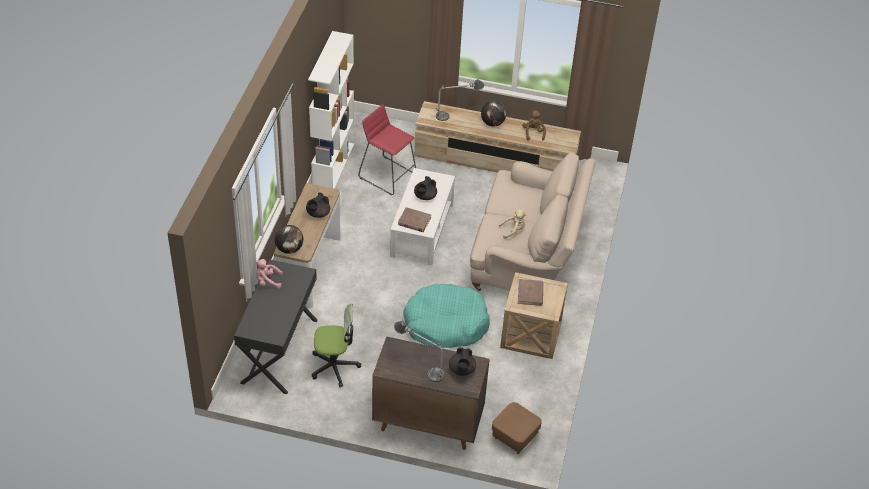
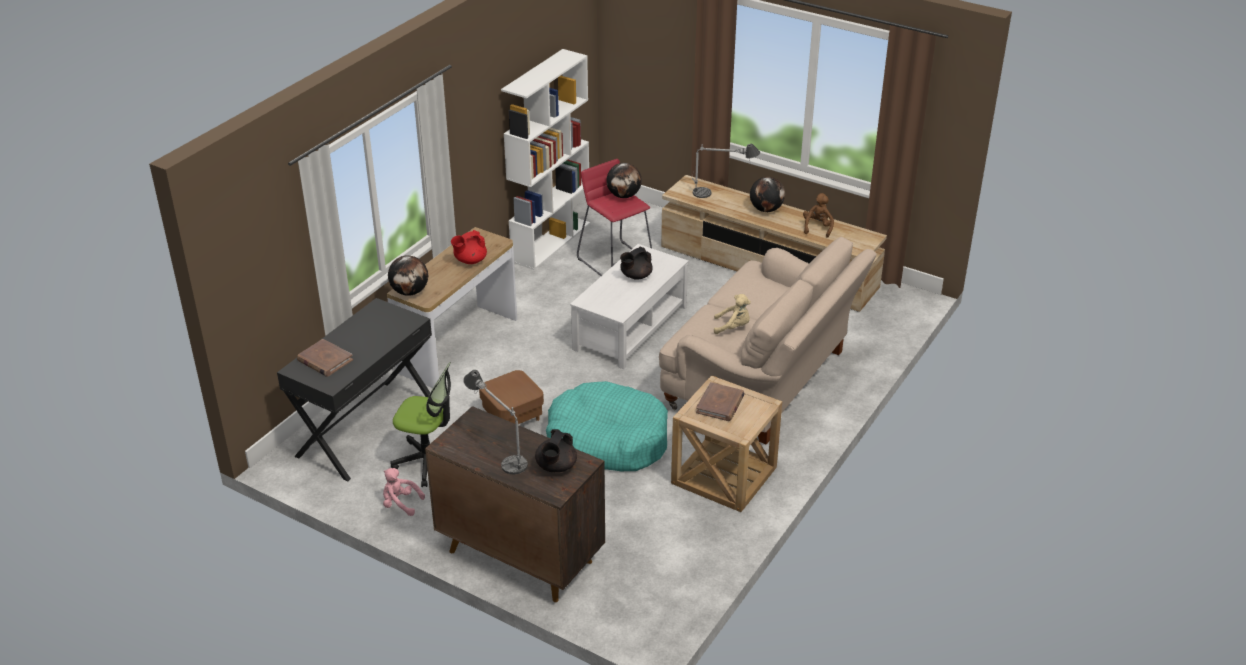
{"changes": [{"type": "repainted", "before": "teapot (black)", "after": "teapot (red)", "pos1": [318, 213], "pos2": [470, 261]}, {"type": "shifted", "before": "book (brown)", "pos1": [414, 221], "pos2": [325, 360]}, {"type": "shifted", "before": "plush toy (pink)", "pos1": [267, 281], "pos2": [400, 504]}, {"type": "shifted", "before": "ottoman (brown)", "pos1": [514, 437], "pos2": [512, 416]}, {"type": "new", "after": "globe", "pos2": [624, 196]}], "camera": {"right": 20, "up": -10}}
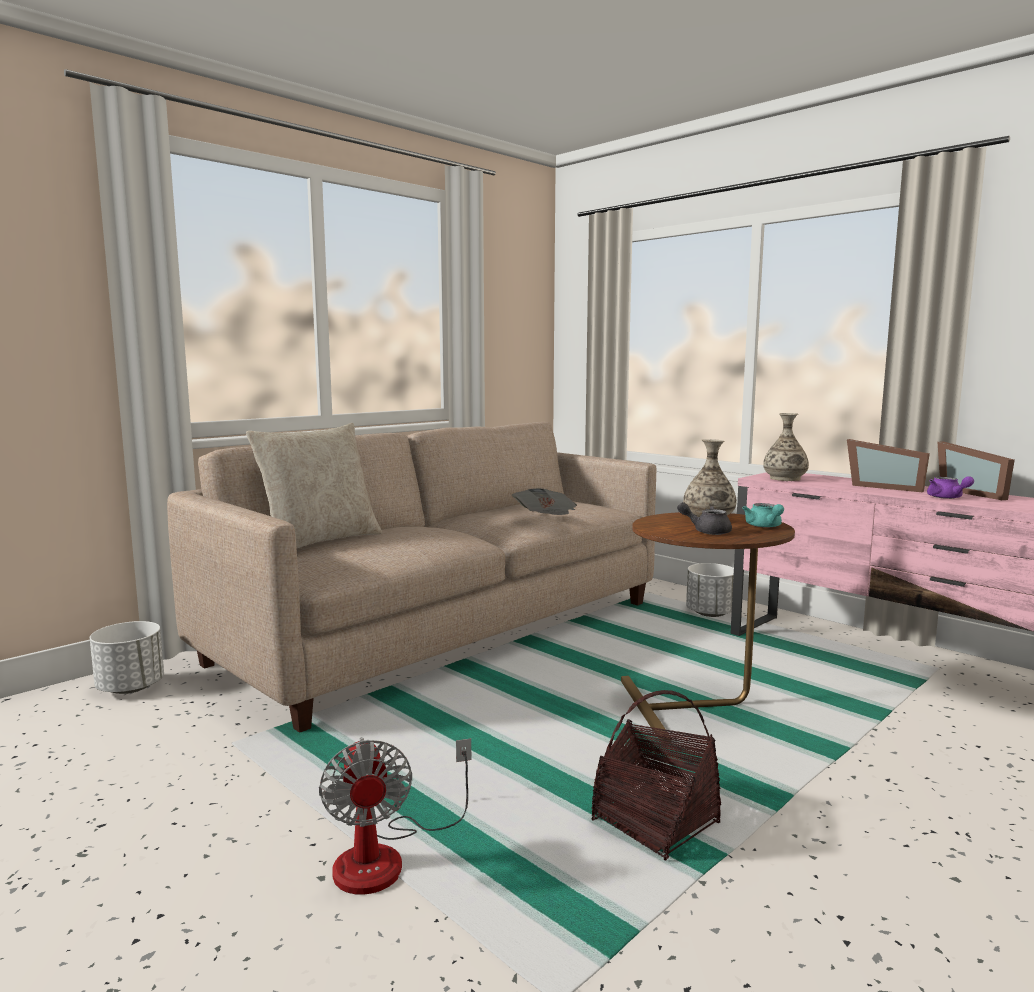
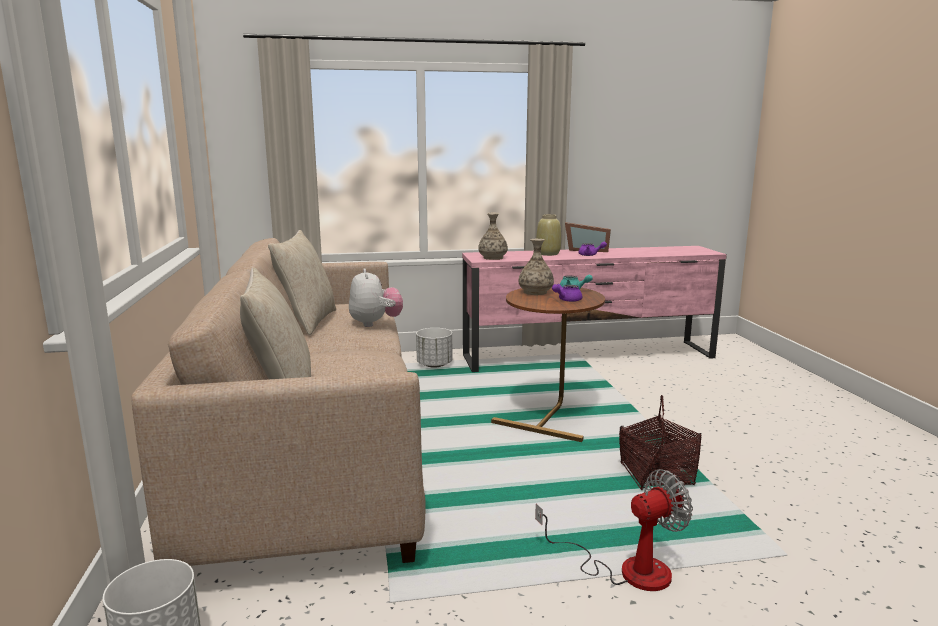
{"changes": [{"type": "swapped", "before": "picture frame", "after": "vase (beige)", "pos1": [885, 487], "pos2": [548, 254]}, {"type": "swapped", "before": "newspaper", "after": "plush toy", "pos1": [546, 520], "pos2": [375, 323]}, {"type": "repainted", "before": "teapot (grey)", "after": "teapot (purple)", "pos1": [707, 531], "pos2": [566, 300]}, {"type": "rotated", "before": "fan", "pos1": [387, 856], "pos2": [626, 569], "turn": -45}, {"type": "new", "after": "pillow (beige)", "pos2": [307, 322]}], "camera": {"right": -55, "up": 5}}
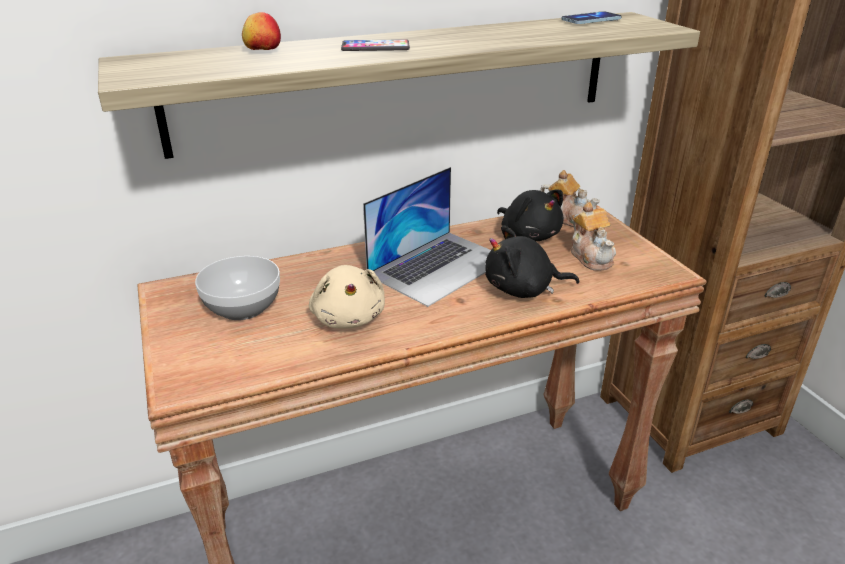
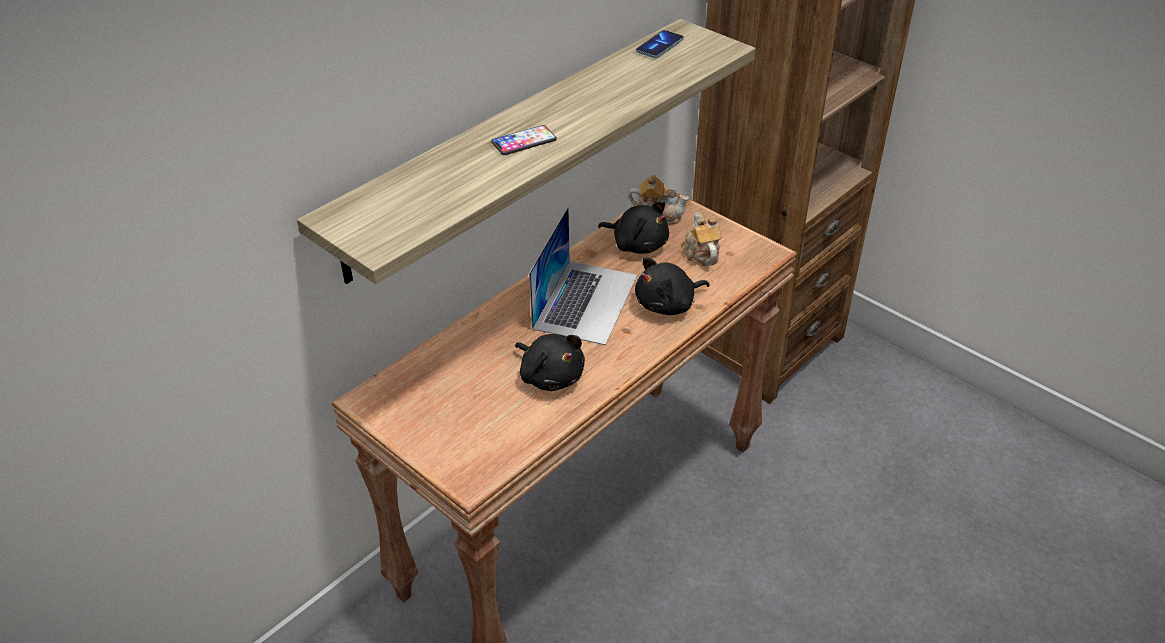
{"changes": [{"type": "gone", "before": "apple", "pos1": [263, 51]}, {"type": "rotated", "before": "teapot", "pos1": [591, 257], "pos2": [701, 253], "turn": -150}, {"type": "gone", "before": "bowl", "pos1": [241, 308]}, {"type": "repainted", "before": "plush toy (beige)", "after": "plush toy (black)", "pos1": [348, 317], "pos2": [550, 375]}], "camera": {"right": -25, "up": 10}}
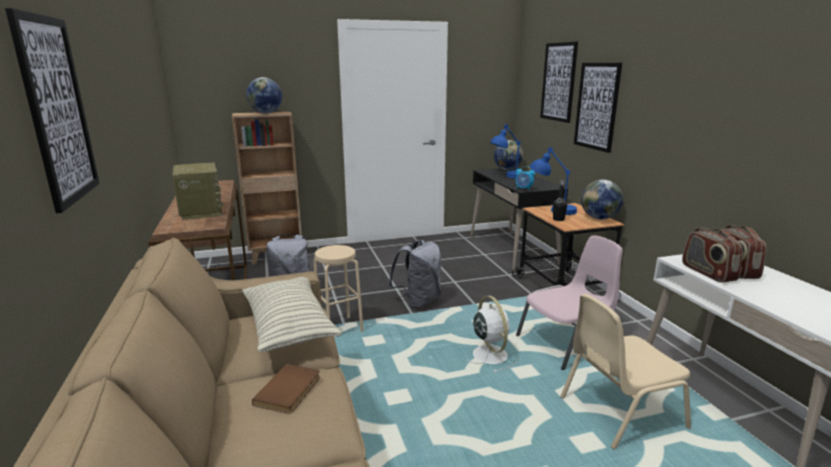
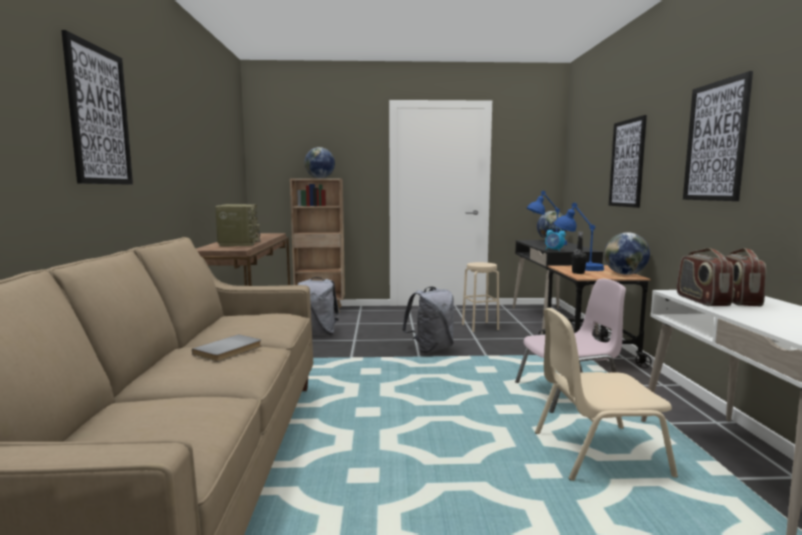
{"changes": [{"type": "shifted", "before": "picture", "pos1": [558, 82], "pos2": [716, 141]}, {"type": "shifted", "before": "stool (beige)", "pos1": [339, 328], "pos2": [480, 327]}, {"type": "gone", "before": "pillow", "pos1": [289, 327]}, {"type": "gone", "before": "fan (white)", "pos1": [489, 354]}, {"type": "repainted", "before": "book (brown)", "after": "book (grey)", "pos1": [290, 390], "pos2": [229, 351]}], "camera": {"right": 15, "up": -10}}
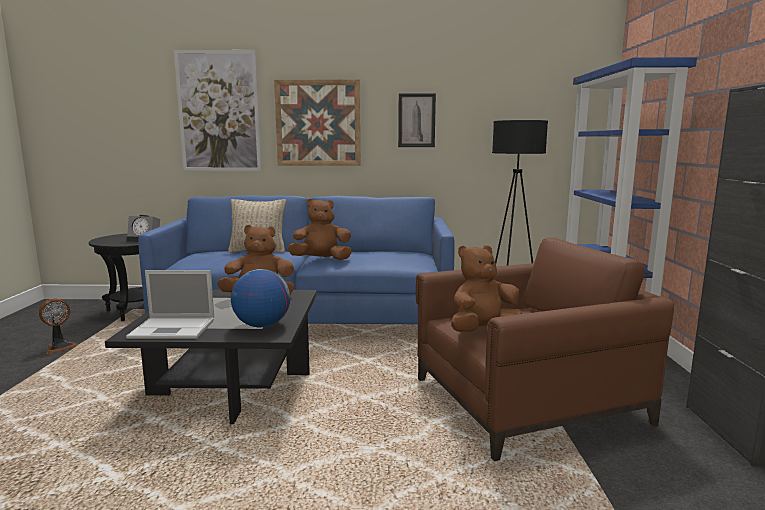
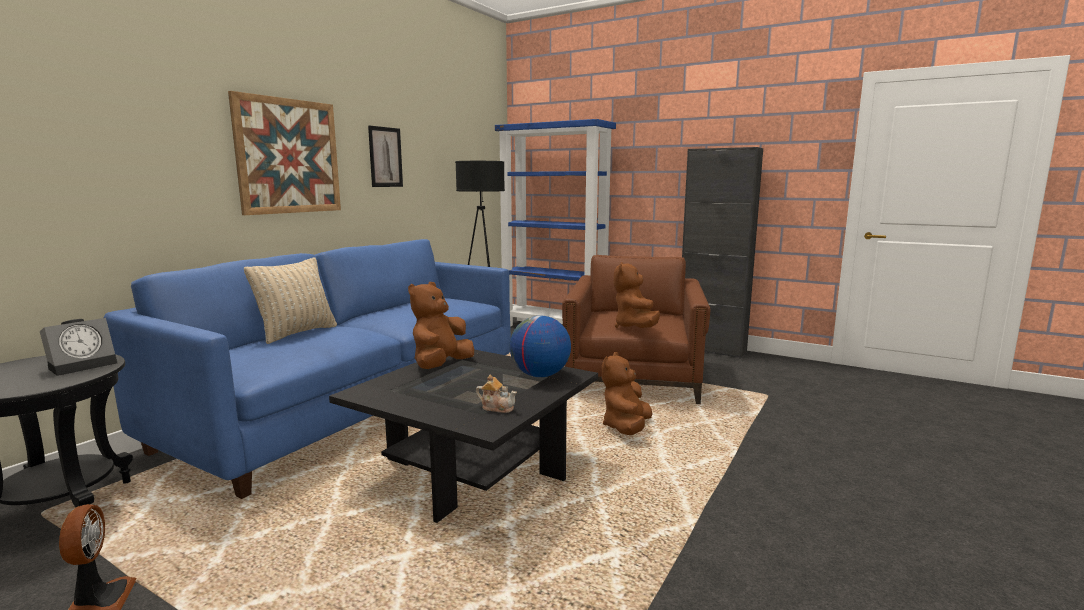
{"changes": [{"type": "gone", "before": "picture", "pos1": [219, 111]}, {"type": "shifted", "before": "plush toy (brown)", "pos1": [321, 260], "pos2": [626, 428]}, {"type": "swapped", "before": "laptop", "after": "teapot", "pos1": [174, 328], "pos2": [497, 407]}], "camera": {"right": -60, "up": 0}}
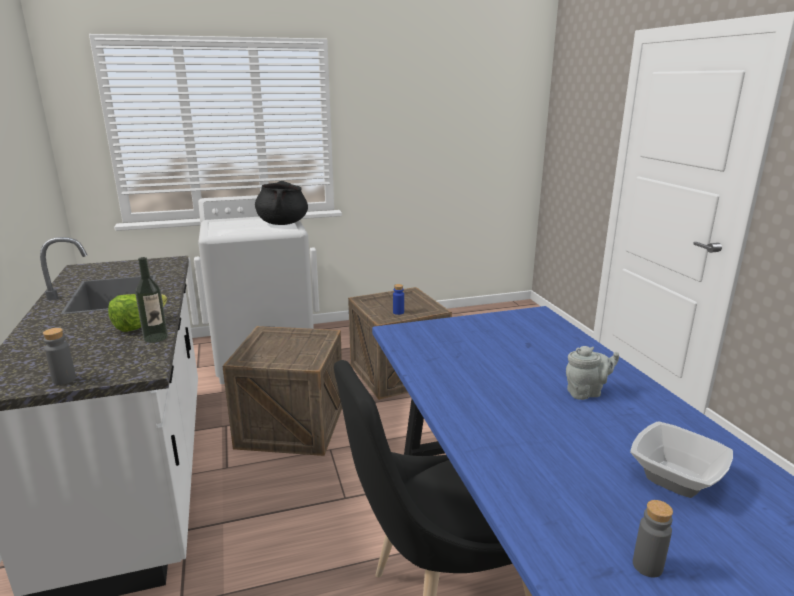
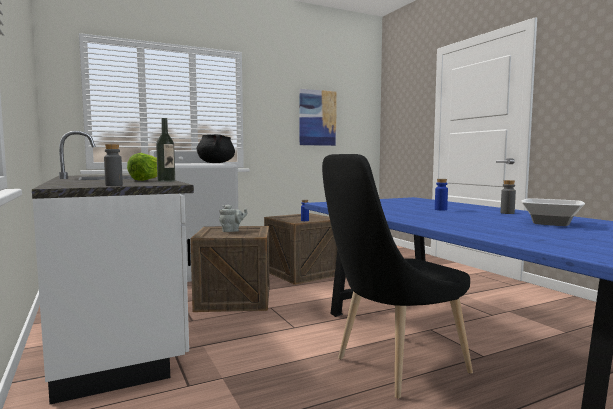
{"changes": [{"type": "shifted", "before": "teapot (grey)", "pos1": [586, 392], "pos2": [232, 231]}, {"type": "shifted", "before": "bottle (grey)", "pos1": [647, 566], "pos2": [507, 213]}, {"type": "new", "after": "picture", "pos2": [317, 118]}, {"type": "new", "after": "bottle (blue)", "pos2": [440, 209]}], "camera": {"right": -10, "up": -15}}
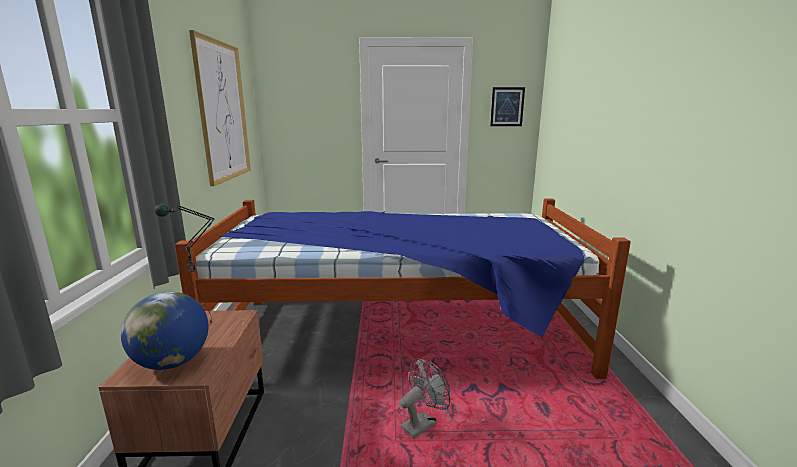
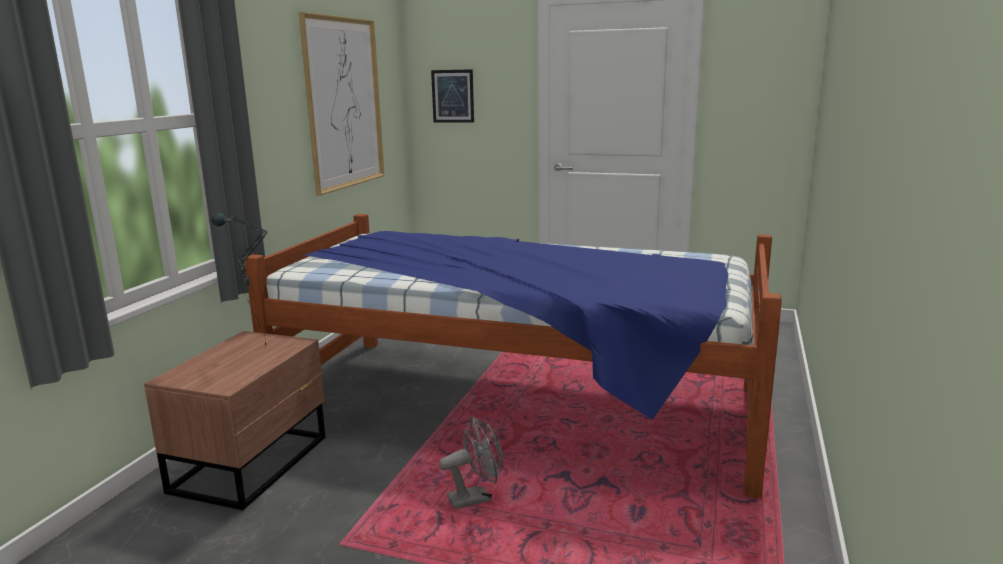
{"changes": [{"type": "shifted", "before": "picture", "pos1": [507, 107], "pos2": [453, 96]}, {"type": "gone", "before": "globe", "pos1": [172, 362]}], "camera": {"right": 20, "up": 0}}
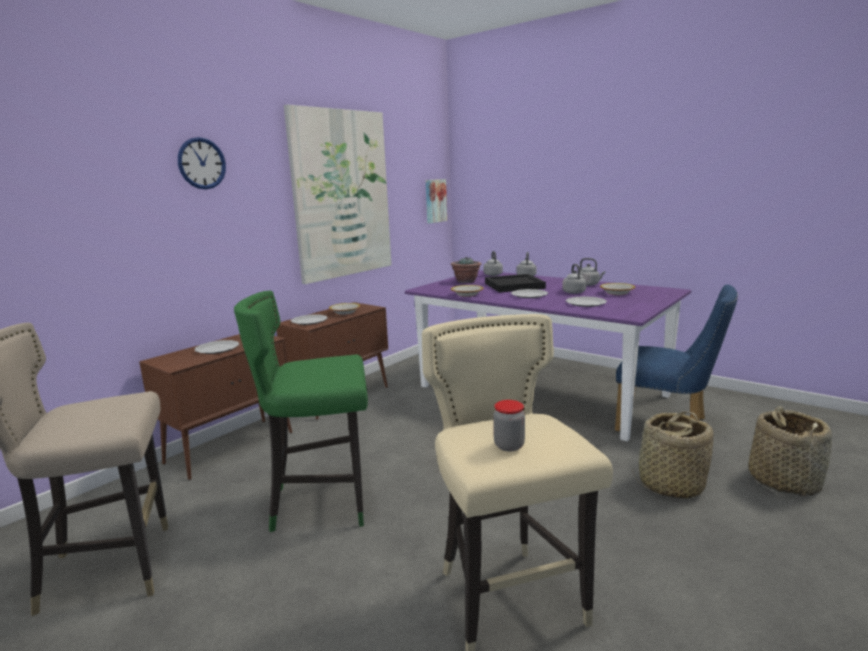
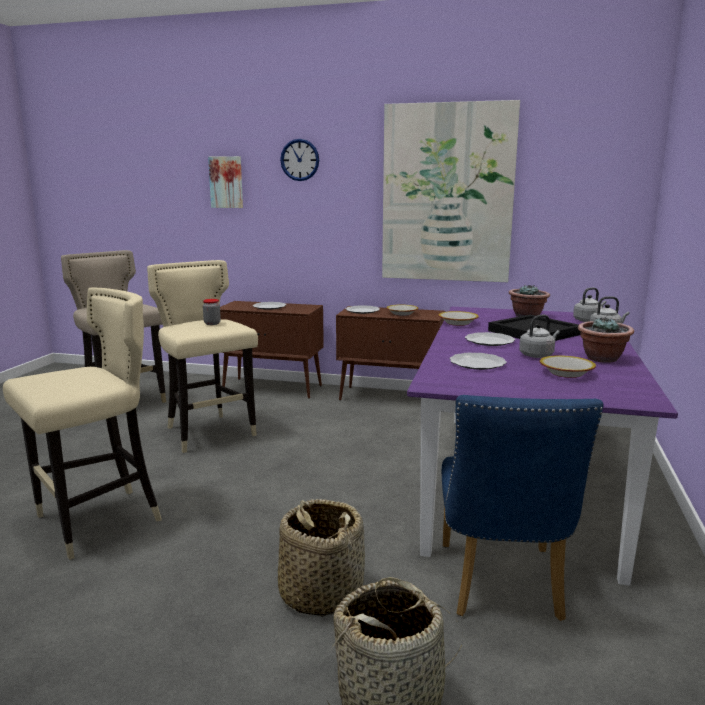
{"changes": [{"type": "shifted", "before": "picture", "pos1": [435, 201], "pos2": [226, 182]}, {"type": "swapped", "before": "kettle (grey)", "after": "potted plant", "pos1": [589, 284], "pos2": [602, 359]}, {"type": "repainted", "before": "stool (green)", "after": "stool (beige)", "pos1": [322, 503], "pos2": [209, 433]}, {"type": "shifted", "before": "jar", "pos1": [509, 446], "pos2": [212, 323]}], "camera": {"right": 65, "up": 0}}
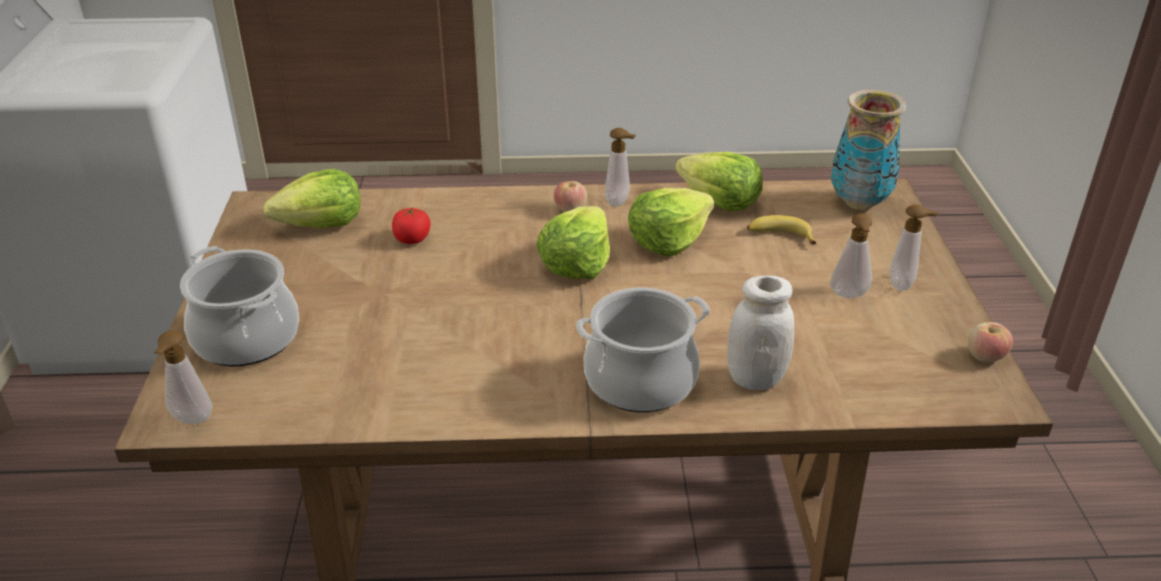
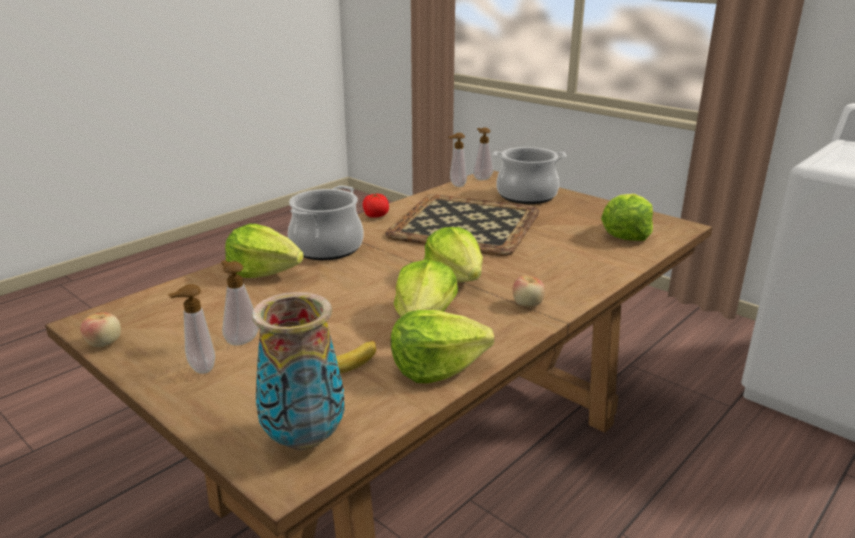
{"changes": [{"type": "shifted", "before": "soap dispenser", "pos1": [619, 202], "pos2": [456, 185]}, {"type": "shifted", "before": "tomato", "pos1": [412, 239], "pos2": [375, 216]}, {"type": "swapped", "before": "jar (white)", "after": "lettuce", "pos1": [755, 378], "pos2": [264, 272]}, {"type": "new", "after": "tray", "pos2": [466, 225]}], "camera": {"right": 135, "up": -10}}
